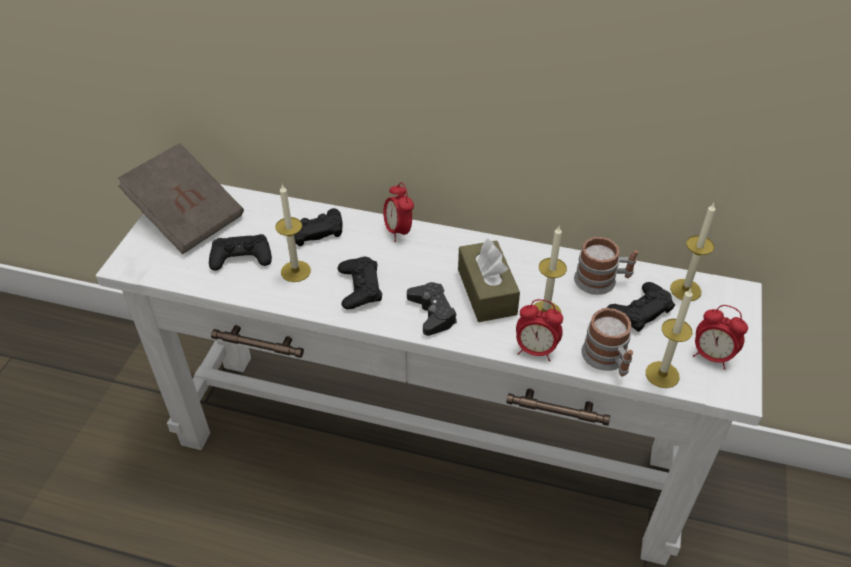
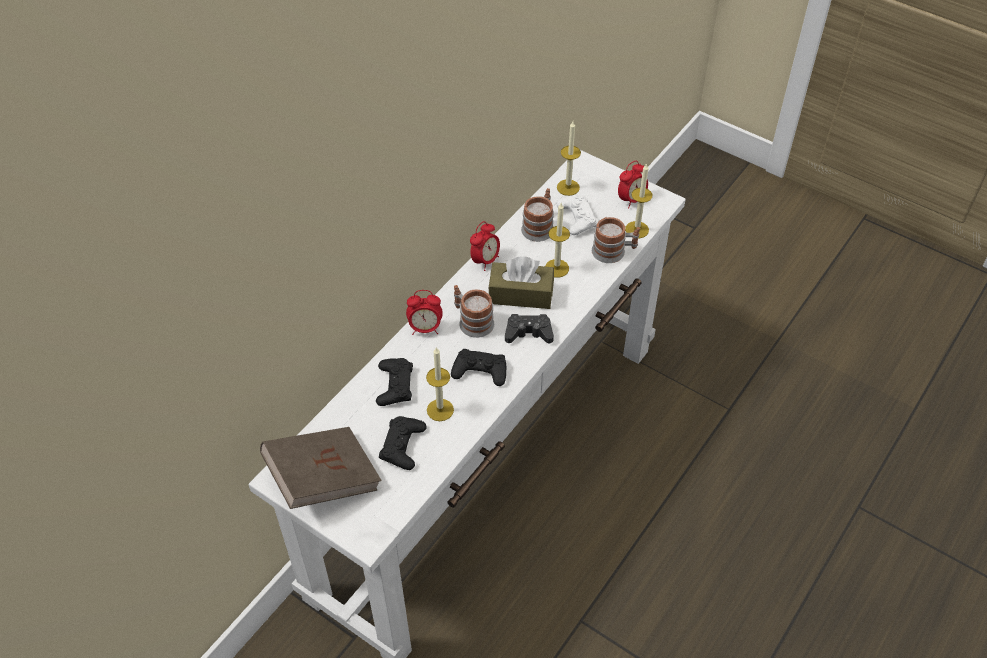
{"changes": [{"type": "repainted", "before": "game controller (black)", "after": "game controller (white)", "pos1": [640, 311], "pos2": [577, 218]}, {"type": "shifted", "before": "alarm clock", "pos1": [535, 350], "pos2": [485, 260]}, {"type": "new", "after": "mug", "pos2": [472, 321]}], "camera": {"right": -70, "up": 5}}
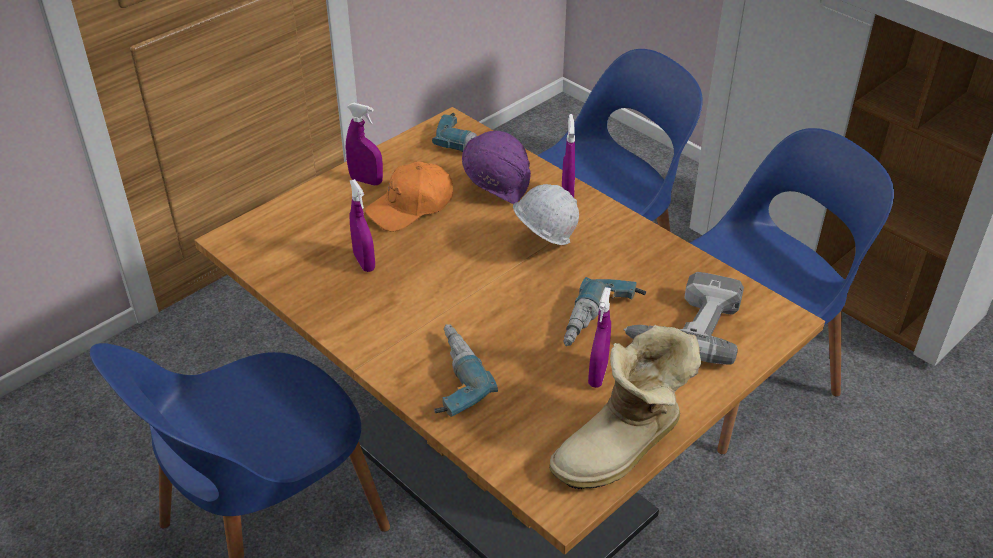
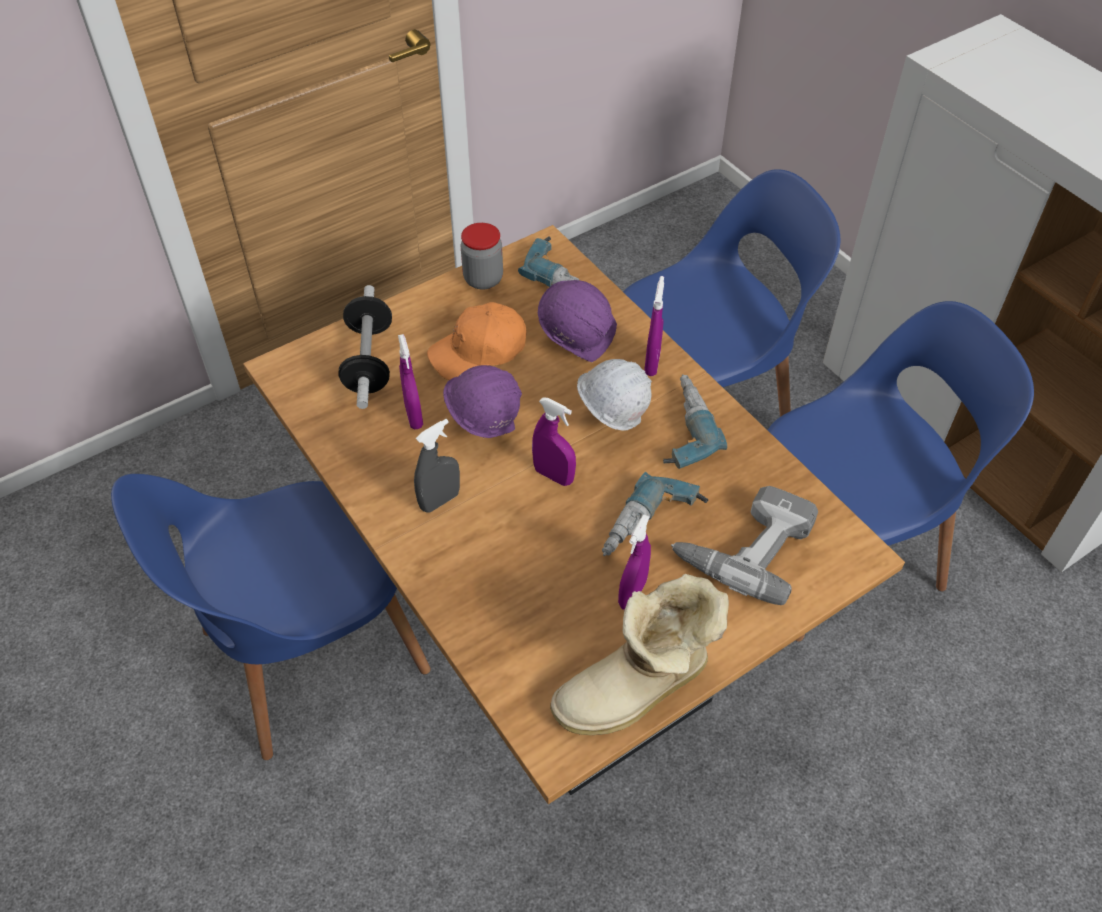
{"changes": [{"type": "shifted", "before": "spray bottle (purple)", "pos1": [366, 181], "pos2": [553, 475]}, {"type": "shifted", "before": "power drill", "pos1": [448, 378], "pos2": [679, 428]}, {"type": "new", "after": "jar", "pos2": [483, 279]}, {"type": "new", "after": "dumbbell", "pos2": [369, 361]}, {"type": "new", "after": "hard hat (purple)", "pos2": [484, 428]}, {"type": "new", "after": "spray bottle (grey)", "pos2": [440, 501]}], "camera": {"right": 10, "up": 10}}
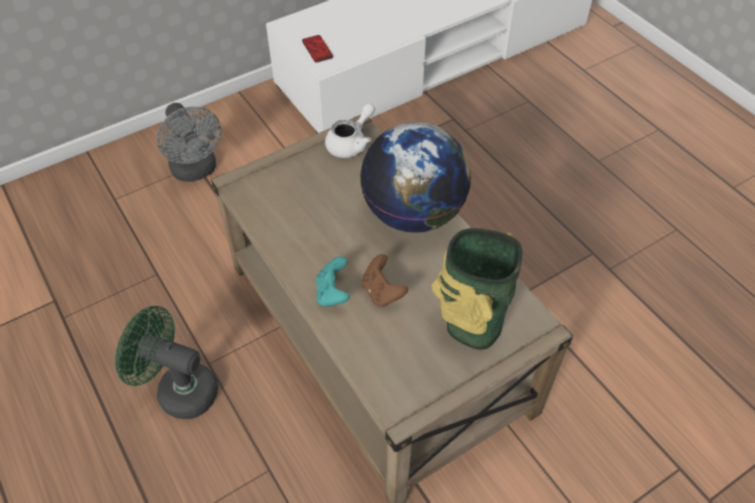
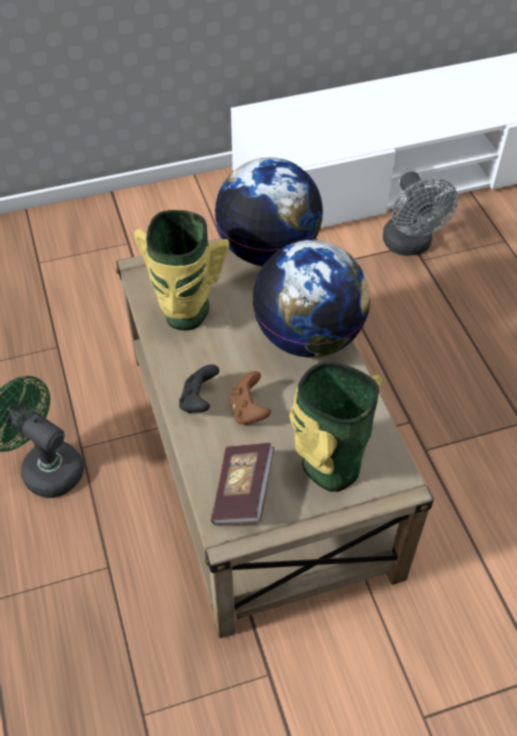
{"changes": [{"type": "gone", "before": "phone", "pos1": [317, 49]}, {"type": "shifted", "before": "fan (grey)", "pos1": [196, 171], "pos2": [410, 246]}, {"type": "swapped", "before": "teapot (white)", "after": "globe", "pos1": [351, 143], "pos2": [268, 251]}, {"type": "repainted", "before": "game controller (turquoise)", "after": "game controller (black)", "pos1": [333, 293], "pos2": [199, 400]}, {"type": "new", "after": "vase", "pos2": [184, 314]}, {"type": "new", "after": "book", "pos2": [242, 492]}], "camera": {"right": 15, "up": 0}}
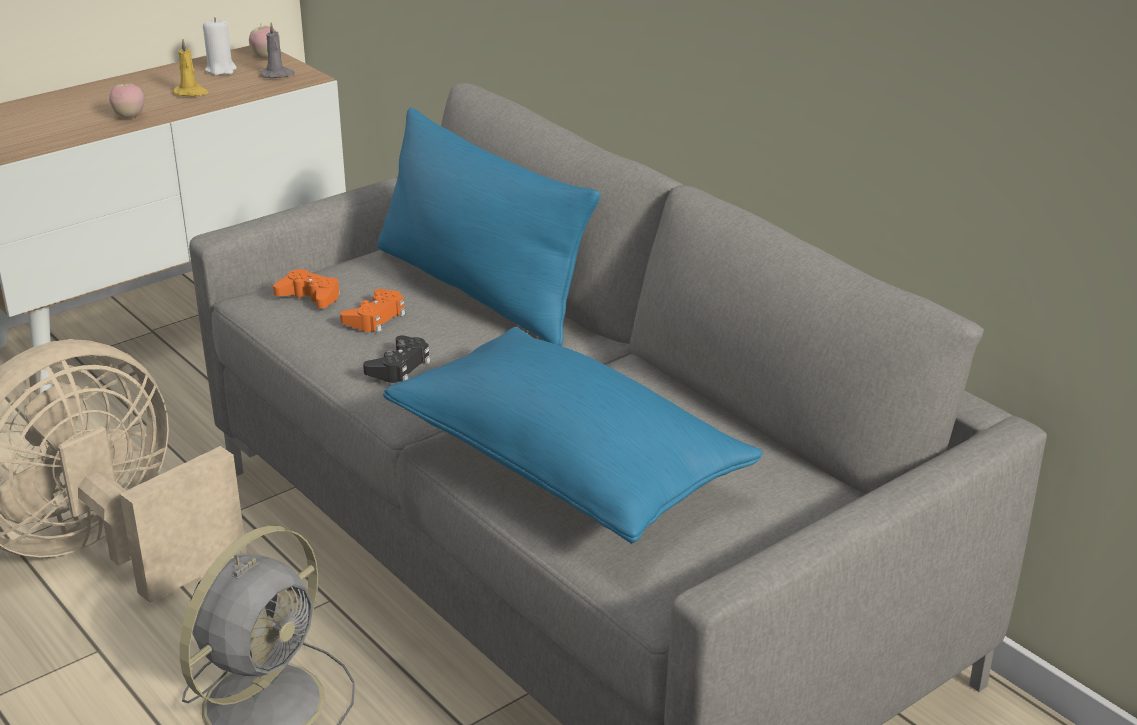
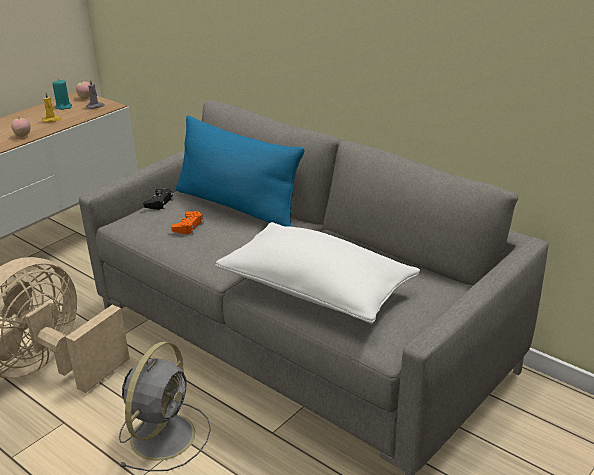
{"changes": [{"type": "repainted", "before": "candle (white)", "after": "candle (turquoise)", "pos1": [221, 70], "pos2": [64, 107]}, {"type": "gone", "before": "game controller (orange)", "pos1": [310, 297]}, {"type": "repainted", "before": "pillow (blue)", "after": "pillow (white)", "pos1": [567, 468], "pos2": [316, 290]}, {"type": "shifted", "before": "game controller (black)", "pos1": [399, 367], "pos2": [159, 203]}], "camera": {"right": -10, "up": 0}}
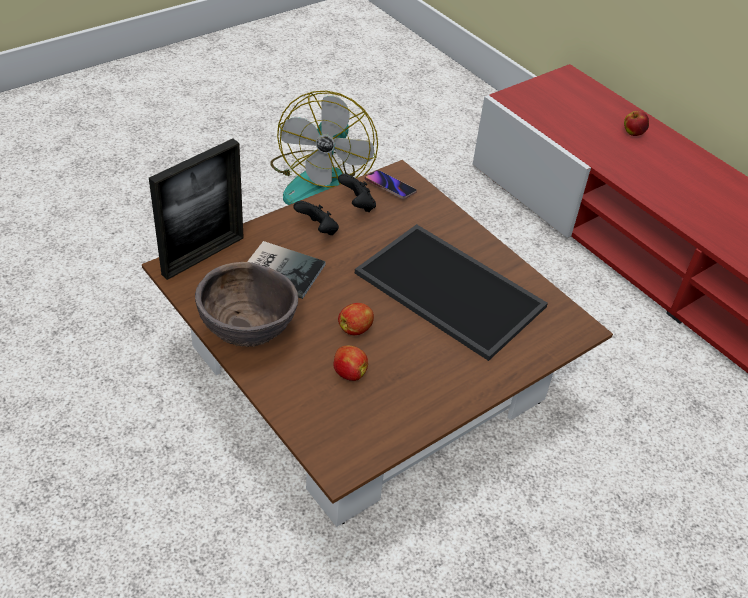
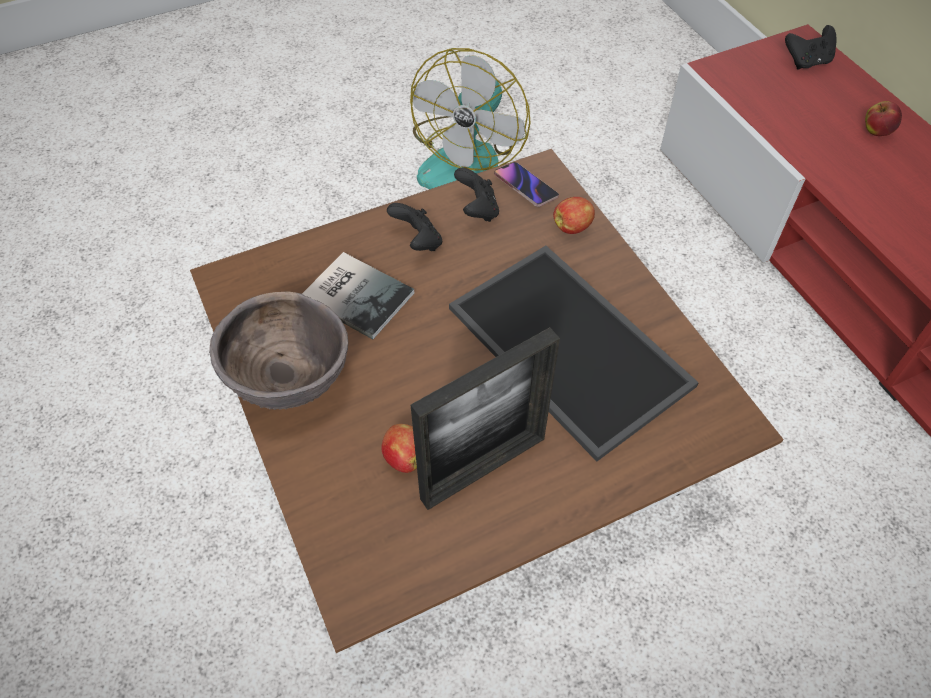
{"changes": [{"type": "shifted", "before": "picture frame", "pos1": [203, 256], "pos2": [483, 468]}, {"type": "shifted", "before": "apple", "pos1": [355, 329], "pos2": [572, 227]}, {"type": "new", "after": "game controller (black)", "pos2": [807, 62]}], "camera": {"right": 15, "up": 10}}
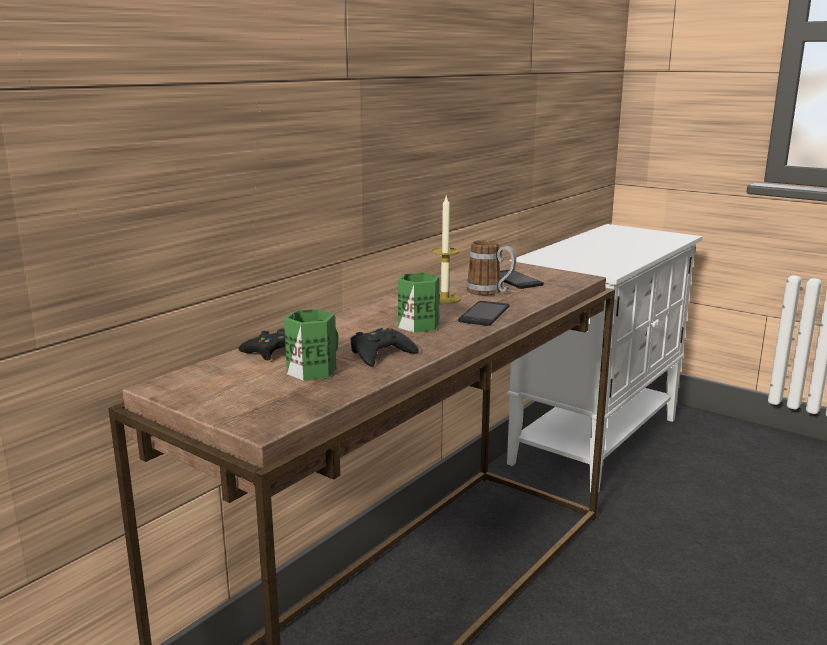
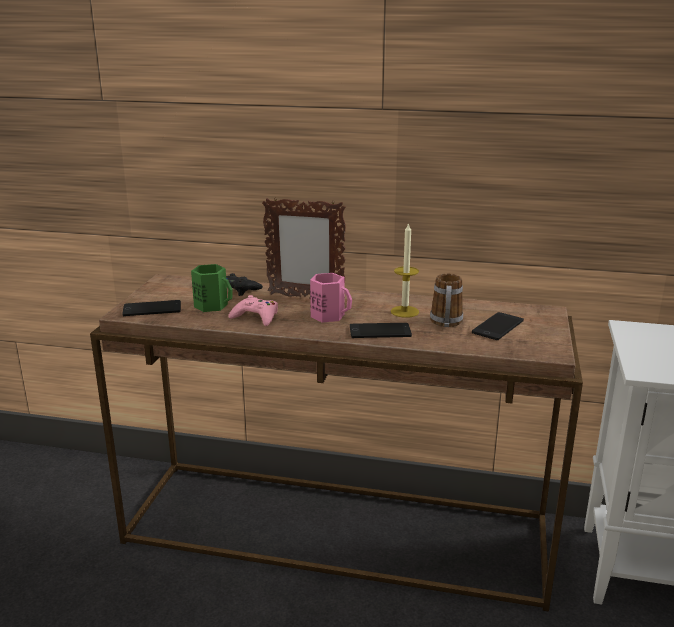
{"changes": [{"type": "repainted", "before": "mug (green)", "after": "mug (pink)", "pos1": [418, 324], "pos2": [329, 315]}, {"type": "repainted", "before": "game controller (black)", "after": "game controller (pink)", "pos1": [381, 354], "pos2": [256, 316]}, {"type": "new", "after": "picture frame", "pos2": [305, 297]}, {"type": "new", "after": "phone", "pos2": [152, 309]}], "camera": {"right": 65, "up": 5}}
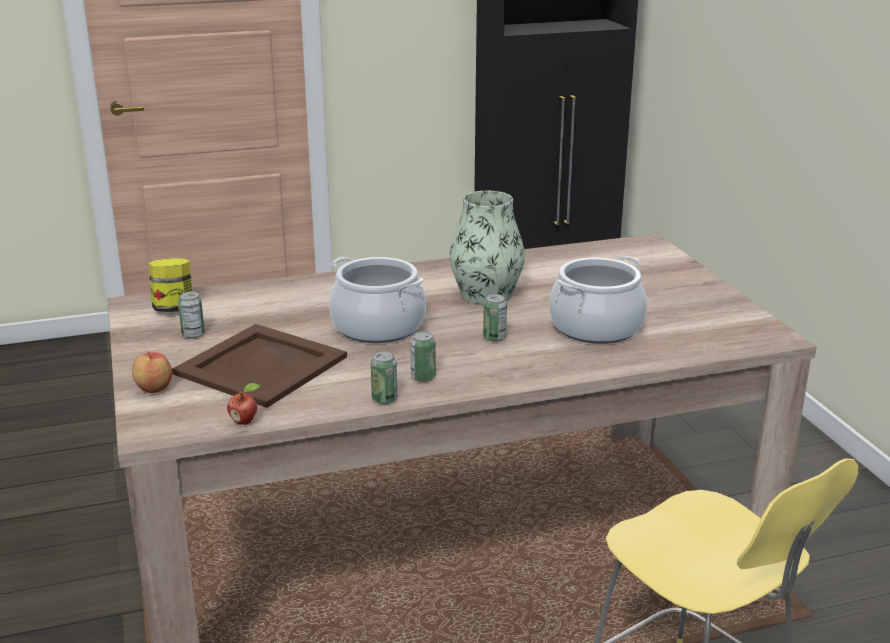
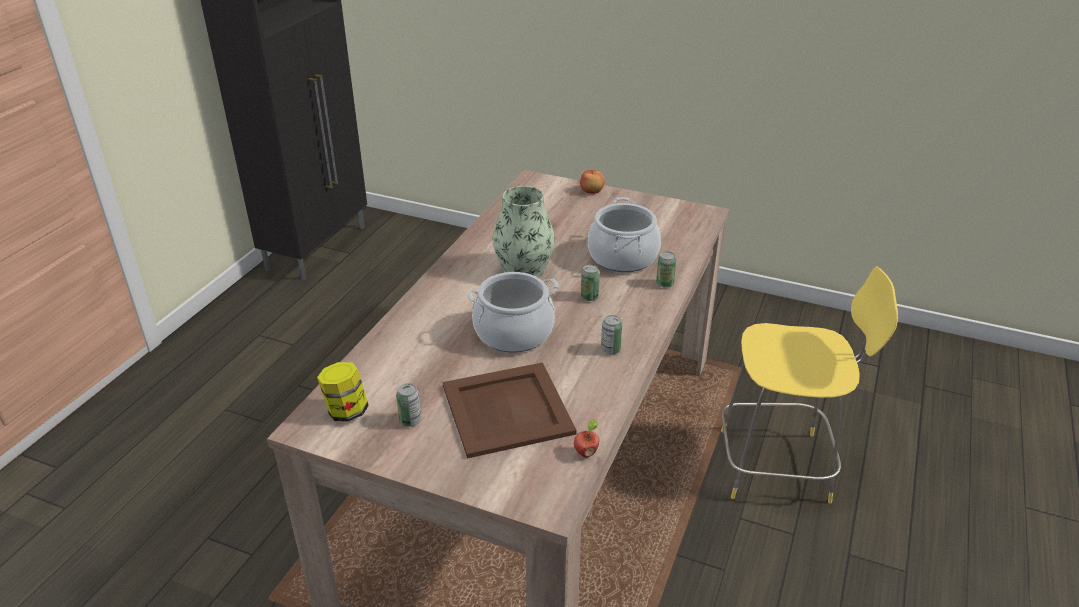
{"changes": [{"type": "shifted", "before": "apple", "pos1": [153, 388], "pos2": [592, 191]}, {"type": "shifted", "before": "can", "pos1": [384, 399], "pos2": [664, 283]}], "camera": {"right": -50, "up": 10}}
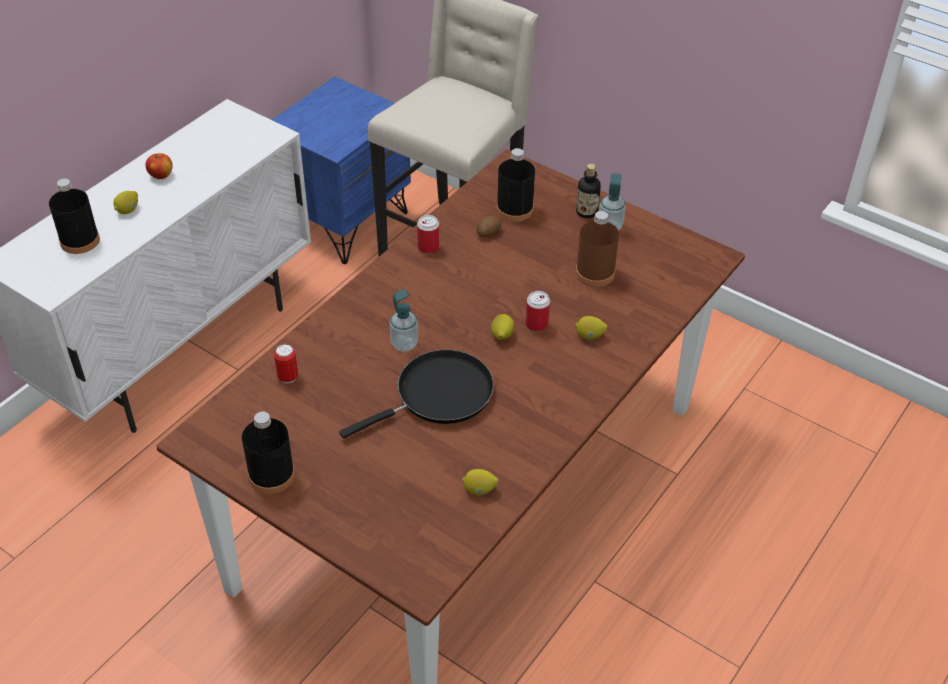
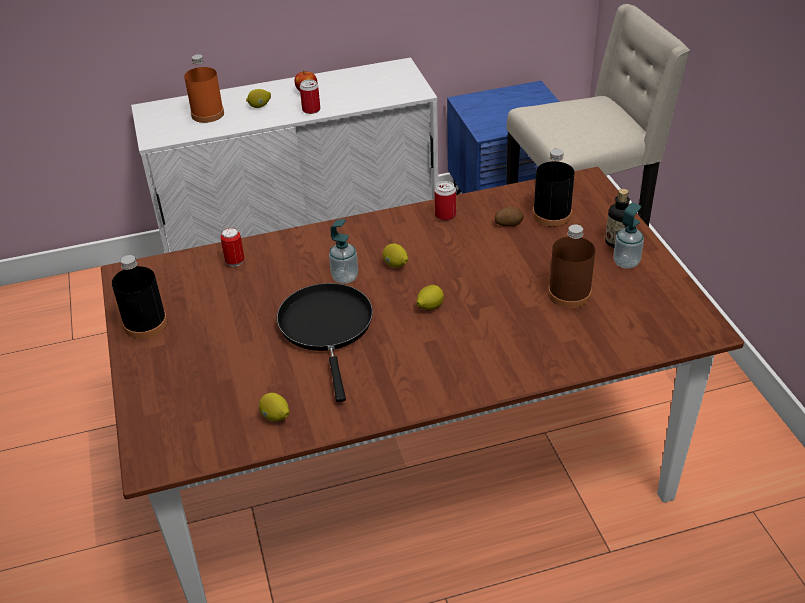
{"changes": [{"type": "repainted", "before": "bottle (black)", "after": "bottle (orange)", "pos1": [80, 241], "pos2": [207, 114]}, {"type": "shifted", "before": "can", "pos1": [536, 324], "pos2": [311, 110]}, {"type": "shifted", "before": "lemon", "pos1": [589, 336], "pos2": [395, 265]}, {"type": "rotated", "before": "frying pan (black)", "pos1": [438, 395], "pos2": [327, 328], "turn": -105}], "camera": {"right": 40, "up": -5}}
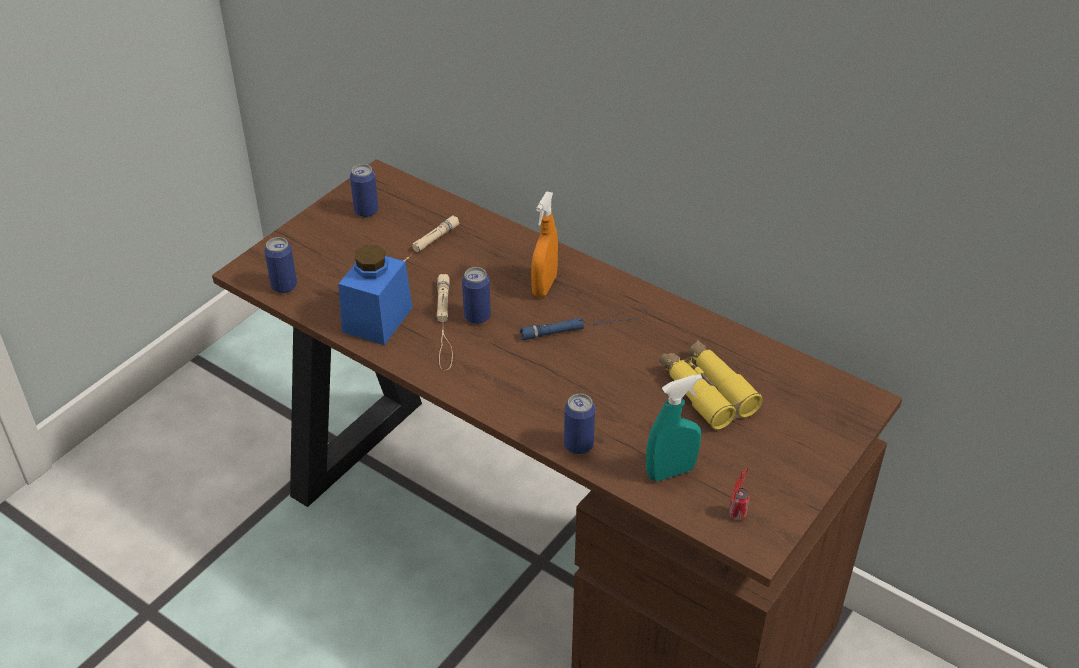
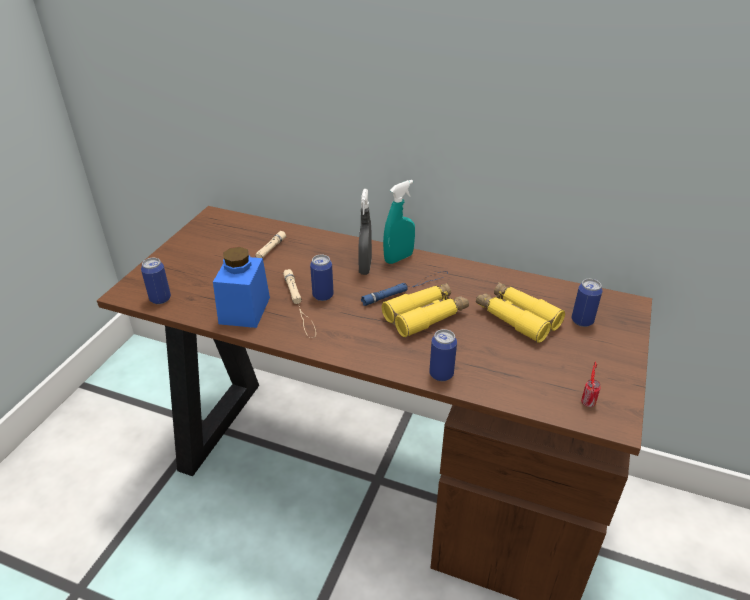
{"changes": [{"type": "shifted", "before": "can", "pos1": [366, 211], "pos2": [582, 321]}, {"type": "repainted", "before": "spray bottle (orange)", "after": "spray bottle (grey)", "pos1": [544, 286], "pos2": [365, 267]}, {"type": "shifted", "before": "spray bottle (turquoise)", "pos1": [671, 472], "pos2": [398, 258]}, {"type": "new", "after": "binoculars (yellow)", "pos2": [425, 315]}], "camera": {"right": -15, "up": -5}}
